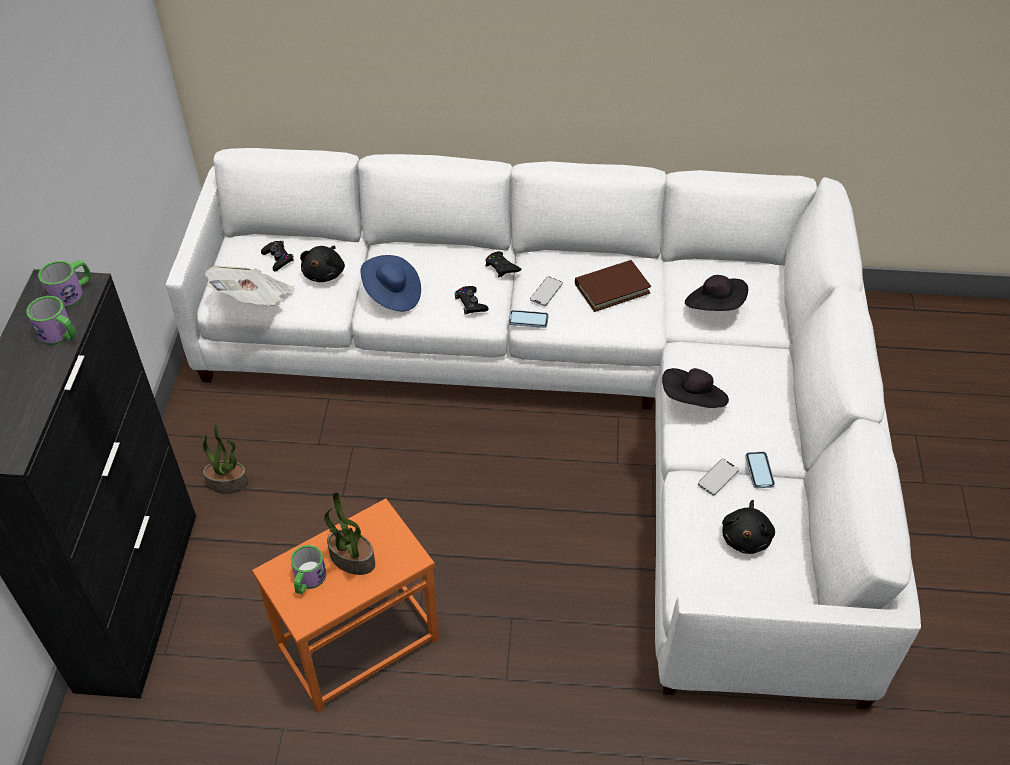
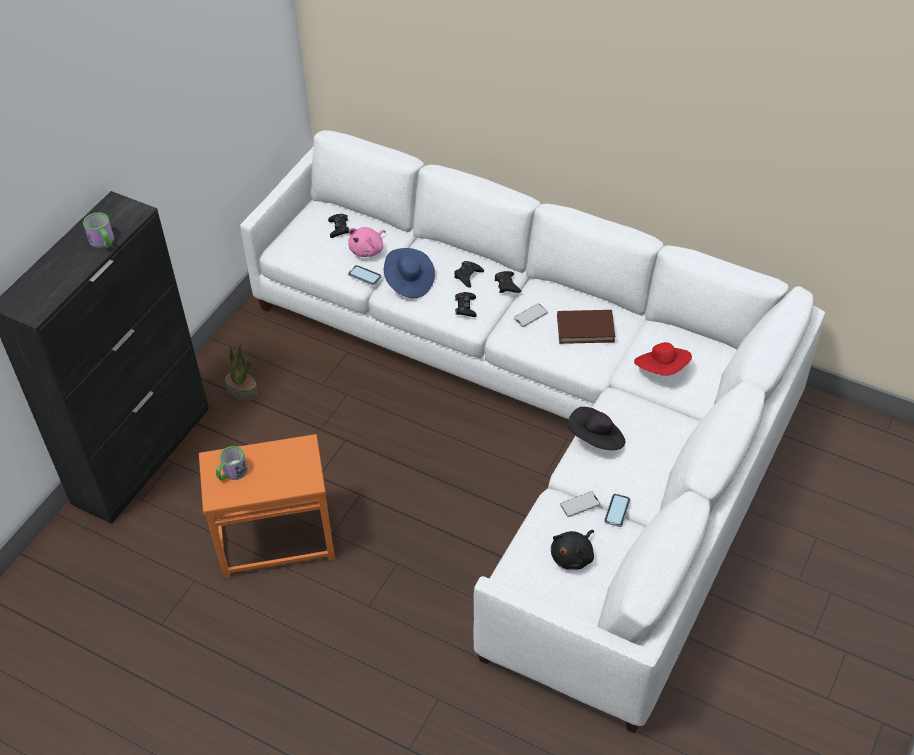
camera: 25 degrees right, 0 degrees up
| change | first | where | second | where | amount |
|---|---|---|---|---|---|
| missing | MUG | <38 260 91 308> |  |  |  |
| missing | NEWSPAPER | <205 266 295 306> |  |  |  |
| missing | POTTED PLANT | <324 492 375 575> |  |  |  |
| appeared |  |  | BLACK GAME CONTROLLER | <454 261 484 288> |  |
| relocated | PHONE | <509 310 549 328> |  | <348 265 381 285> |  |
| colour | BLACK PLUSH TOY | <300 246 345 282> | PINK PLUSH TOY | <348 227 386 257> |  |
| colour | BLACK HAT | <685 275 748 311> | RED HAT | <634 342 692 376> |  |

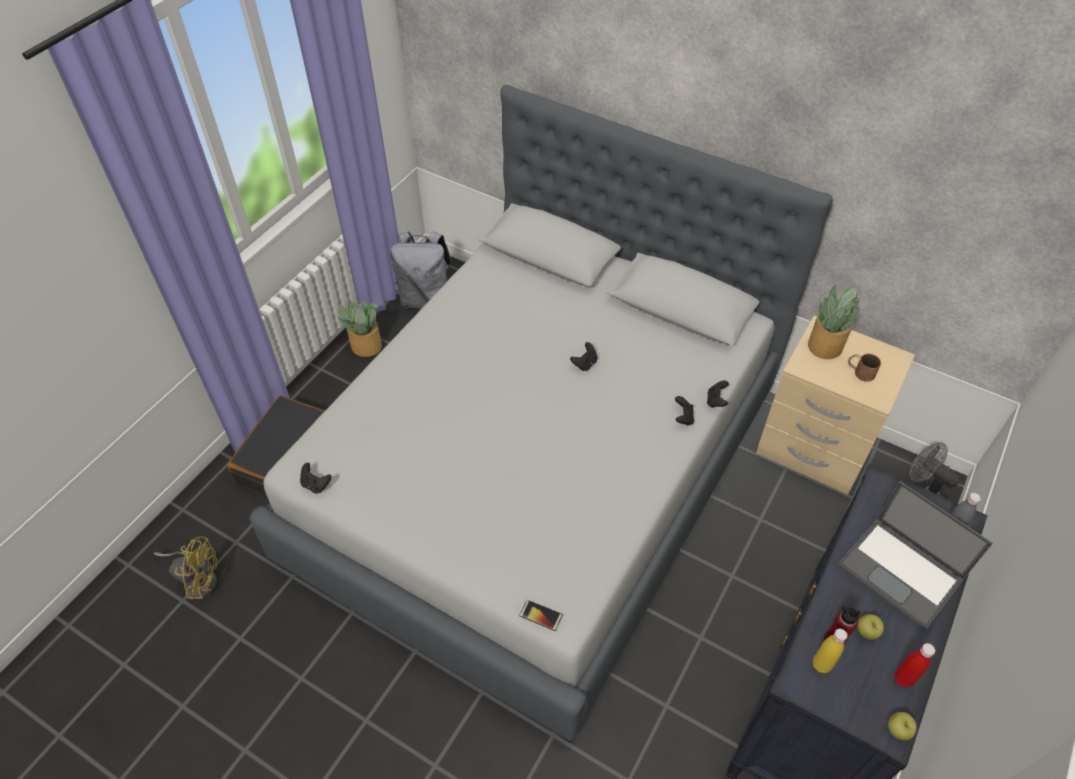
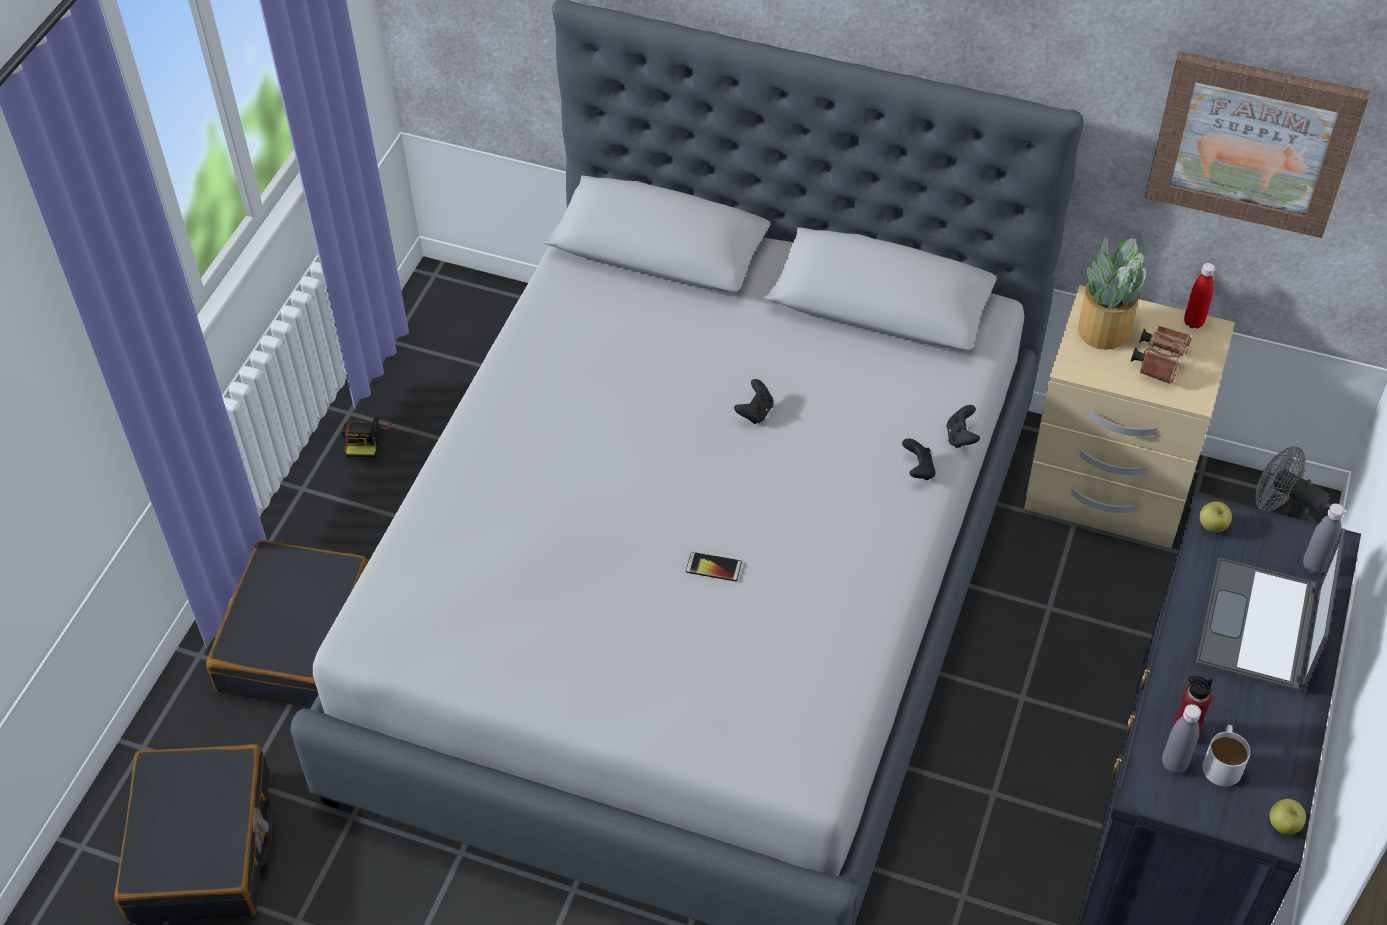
camera: 10 degrees left, 0 degrees up
| change | first | where | second | where | amount |
|---|---|---|---|---|---|
| missing | BLACK GAME CONTROLLER | <300 463 331 494> |  |  |  |
| missing | GREY BACKPACK | <390 231 452 309> |  |  |  |
| appeared |  |  | PICTURE | <1145 51 1370 238> |  |
| appeared |  |  | WHITE MUG | <1202 725 1251 786> |  |
| relocated | PHONE | <519 600 563 631> |  | <686 552 742 581> |  |
| relocated | APPLE | <857 614 884 640> |  | <1200 501 1232 532> |  |
| relocated | RED BOTTLE | <894 643 935 688> |  | <1184 263 1215 329> |  |
| exchanged | YELLOW FAN | <154 536 217 599> | BLACK SUITCASE | <114 744 274 924> |  |
| exchanged | POTTED PLANT | <338 301 382 357> | PHOTO CAMERA | <342 415 392 459> |  |
| exchanged | BROWN MUG | <848 354 881 382> | BROWN BINOCULARS | <1131 326 1192 384> |  |
| colour | YELLOW BOTTLE | <813 629 848 673> | GREY BOTTLE | <1162 704 1201 773> |  |
| spun | LAPTOP | <837 481 993 630> |  | <1195 528 1345 694> | 75 degrees clockwise |

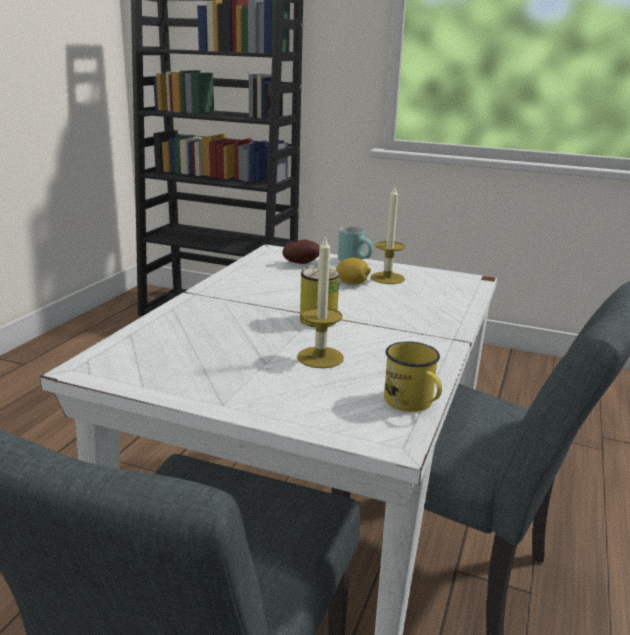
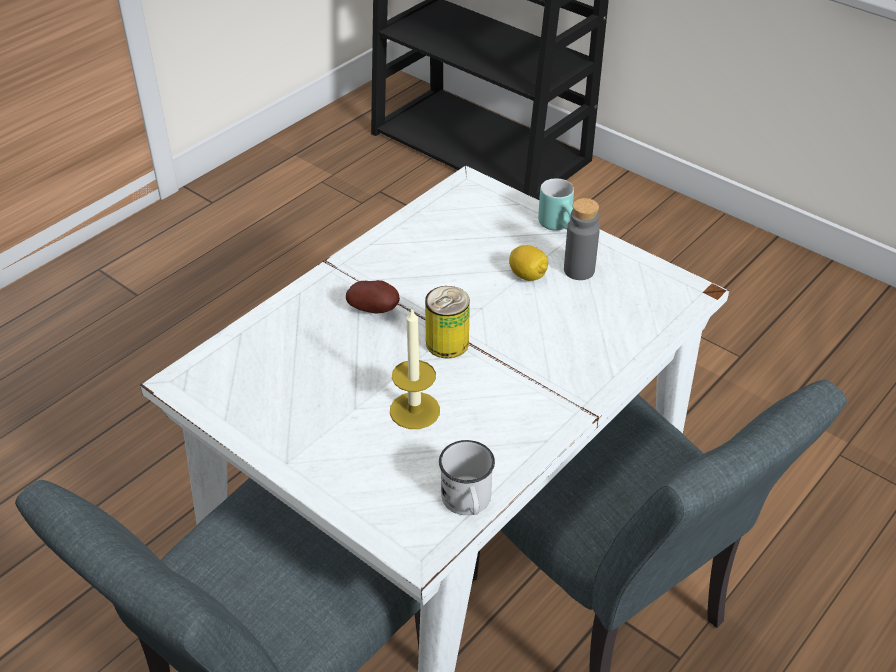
camera: 20 degrees right, 20 degrees up
| change | first | where | second | where | amount |
|---|---|---|---|---|---|
| relocated | POTATO | <283 239 320 264> |  | <346 280 400 313> |  |
| exchanged | CANDLE | <370 187 405 284> | GREY BOTTLE | <564 198 600 280> |  |
| colour | YELLOW MUG | <384 341 442 412> | WHITE MUG | <439 440 495 515> |  |

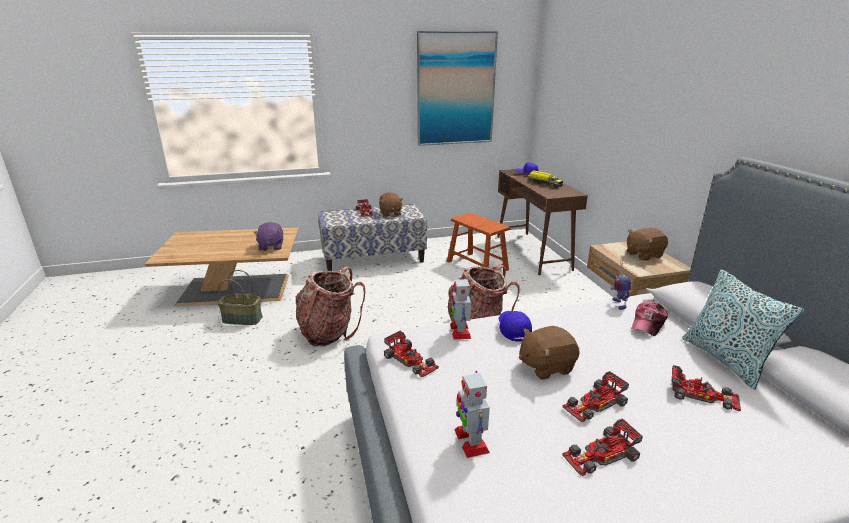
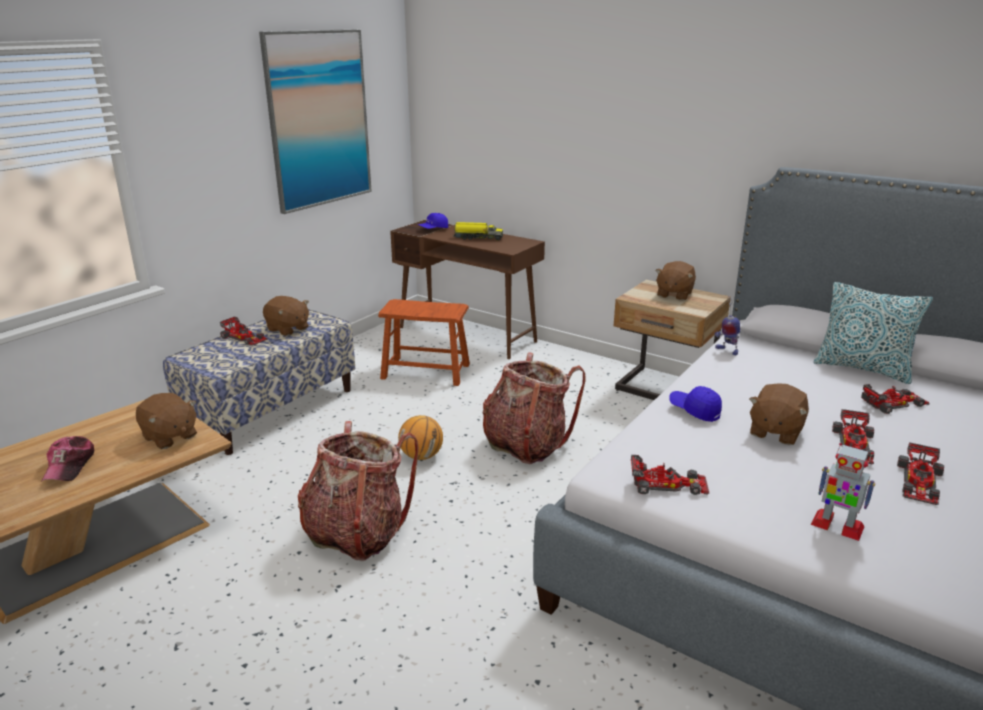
camera: 40 degrees left, 0 degrees up
| change | first | where | second | where | amount |
|---|---|---|---|---|---|
| missing | BASKET | <217 270 263 325> |  |  |  |
| missing | TOY ROBOT | <450 277 471 340> |  |  |  |
| appeared |  |  | BASKETBALL | <398 415 443 460> |  |
| relocated | CAP | <631 301 668 336> |  | <41 436 94 482> |  |
| colour | PURPLE PLUSH TOY | <254 222 283 251> | BROWN PLUSH TOY | <136 393 197 449> |  |

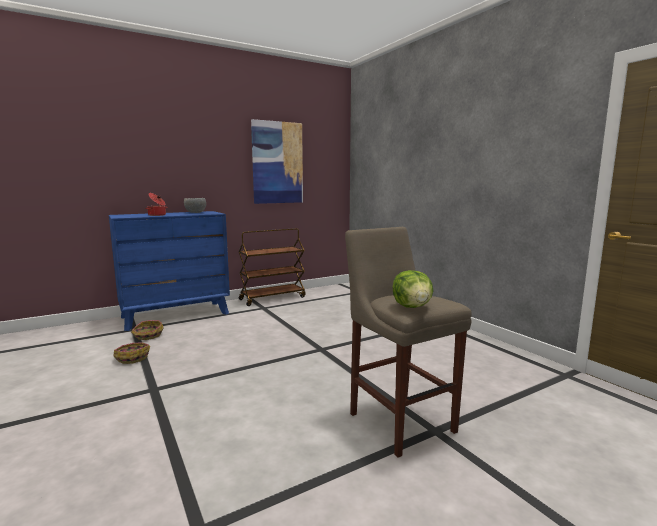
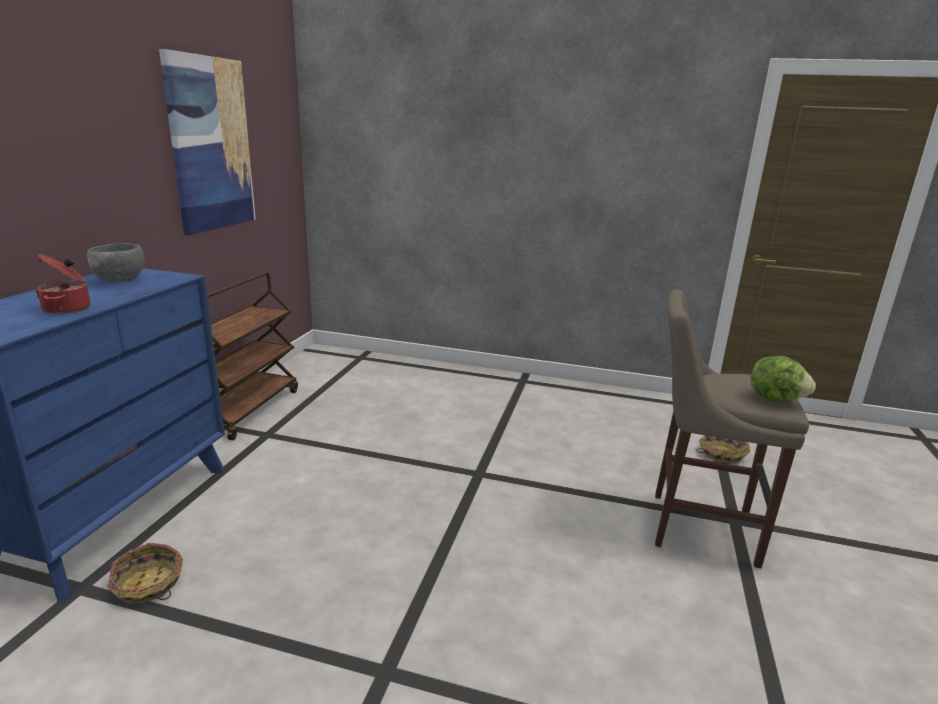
camera: 45 degrees left, 10 degrees up
| change | first | where | second | where | amount |
|---|---|---|---|---|---|
| relocated | BASKET | <114 342 150 364> |  | <696 435 750 464> |  |

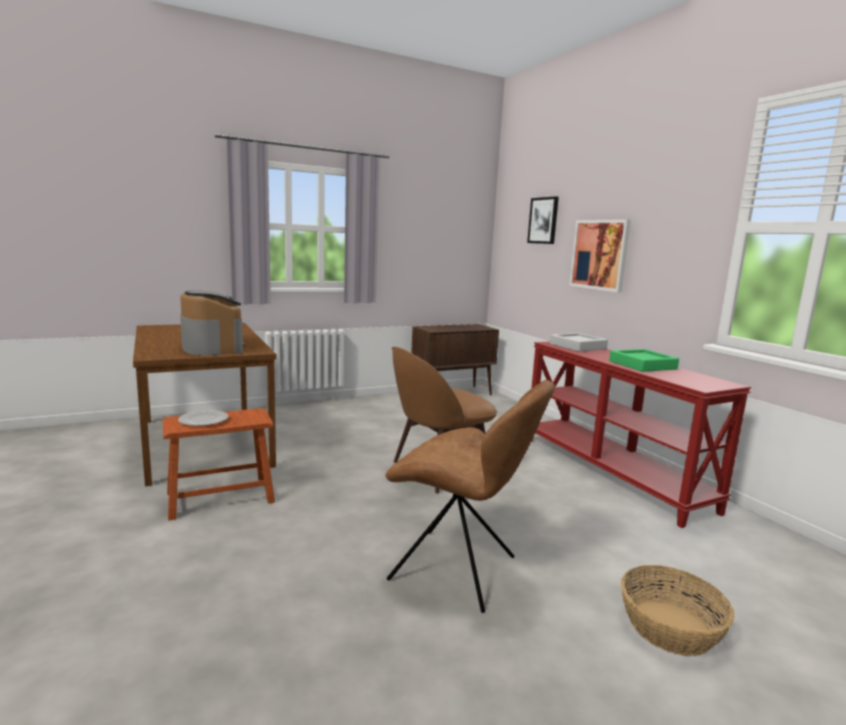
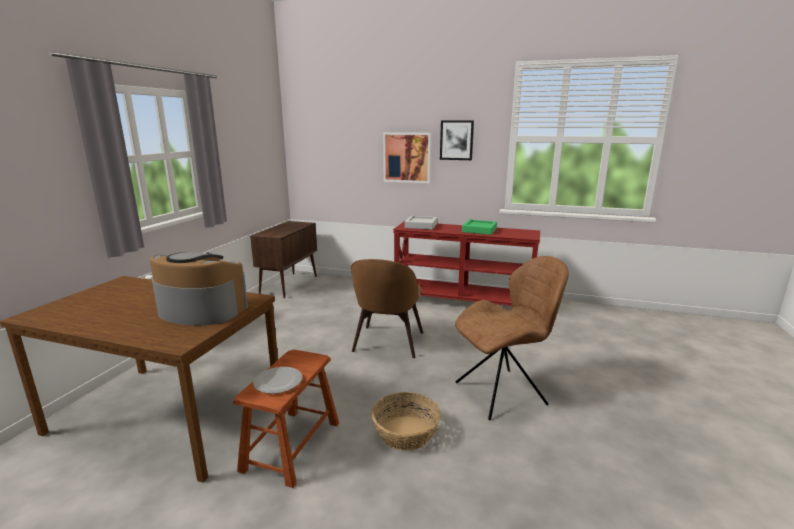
camera: 45 degrees left, 5 degrees up
| change | first | where | second | where | amount |
|---|---|---|---|---|---|
| relocated | PICTURE | <527 196 559 244> |  | <440 120 474 160> |  |
| relocated | BASKET | <621 565 735 656> |  | <372 392 441 451> |  |

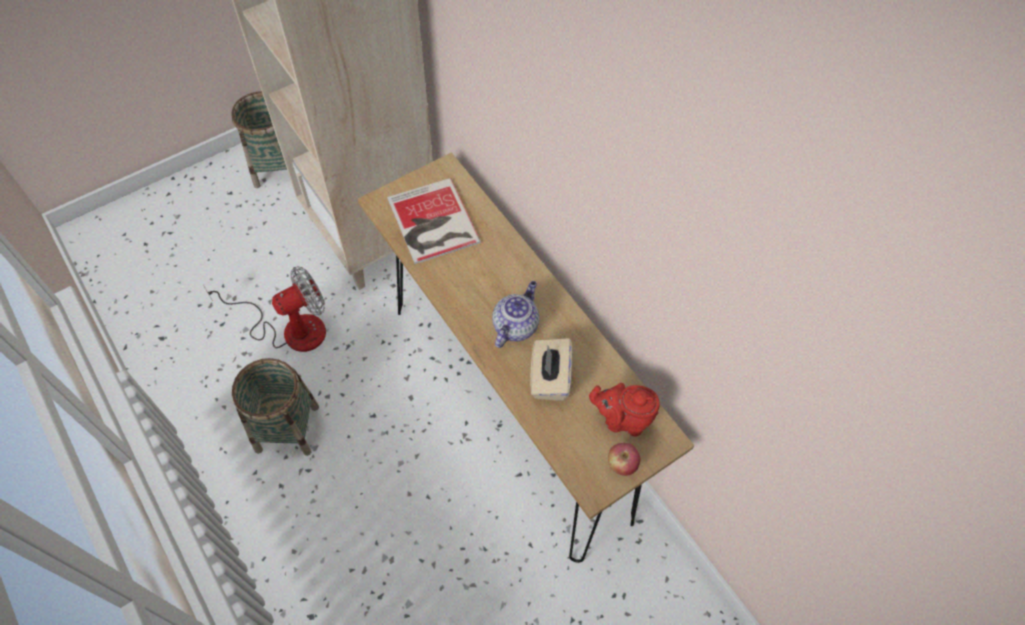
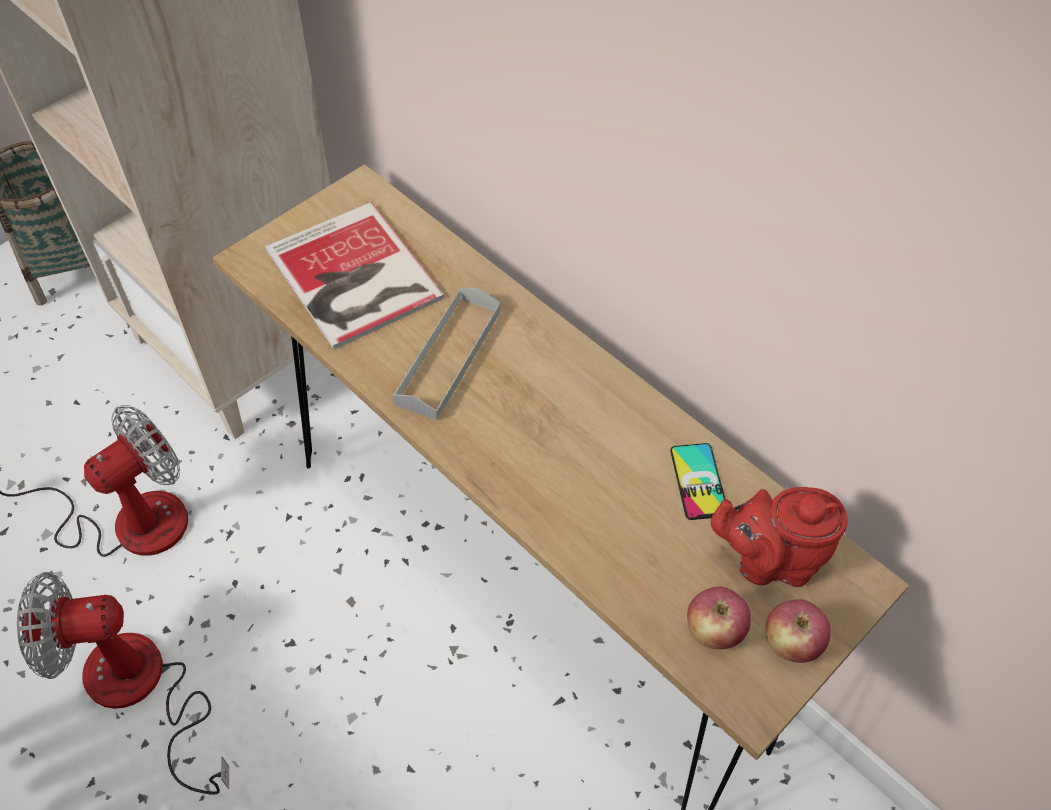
camera: 10 degrees left, 5 degrees down
| change | first | where | second | where | amount |
|---|---|---|---|---|---|
| missing | TEAPOT | <492 281 539 348> |  |  |  |
| missing | BEIGE TISSUE BOX | <530 338 572 401> |  |  |  |
| appeared |  |  | GREY TRAY | <392 288 500 421> |  |
| appeared |  |  | PHONE | <670 443 726 520> |  |
| appeared |  |  | APPLE | <687 586 751 649> |  |
| exchanged | BASKET | <232 358 319 456> | FAN | <17 572 229 795> |  |

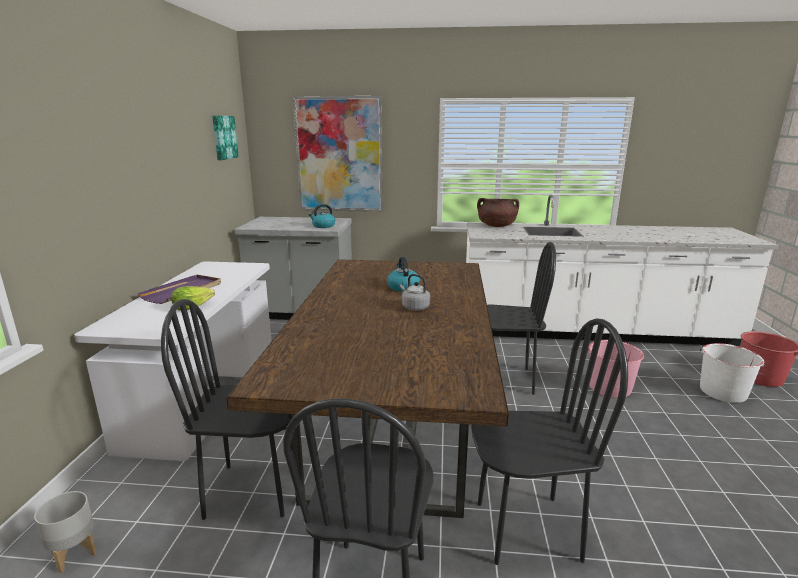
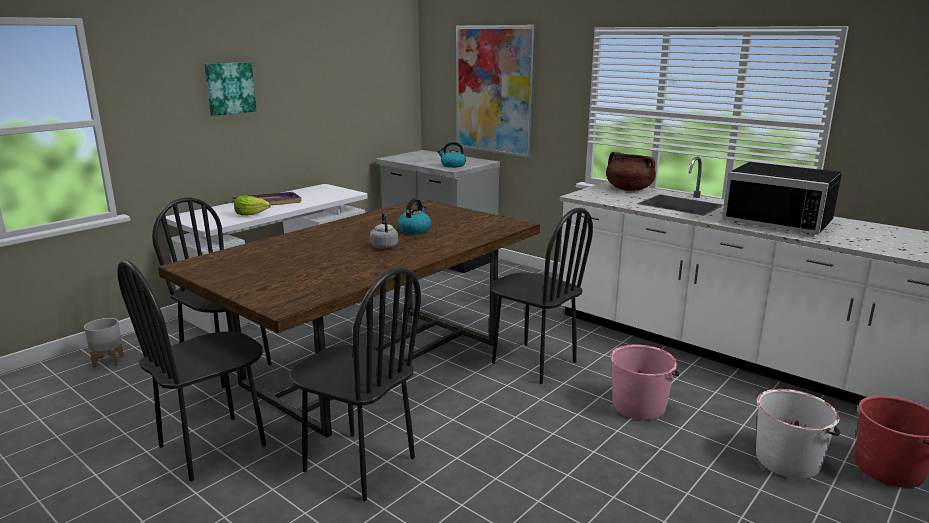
camera: 35 degrees right, 0 degrees up
| change | first | where | second | where | amount |
|---|---|---|---|---|---|
| appeared |  |  | BLACK MICROWAVE | <722 162 842 235> |  |
| relocated | PICTURE | <212 116 239 160> |  | <204 62 256 116> |  |

